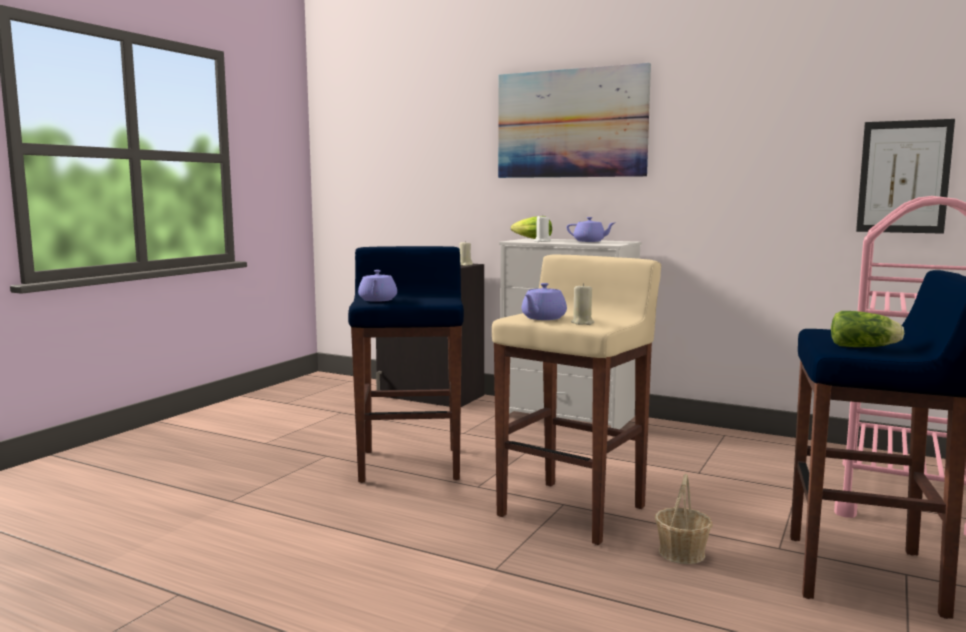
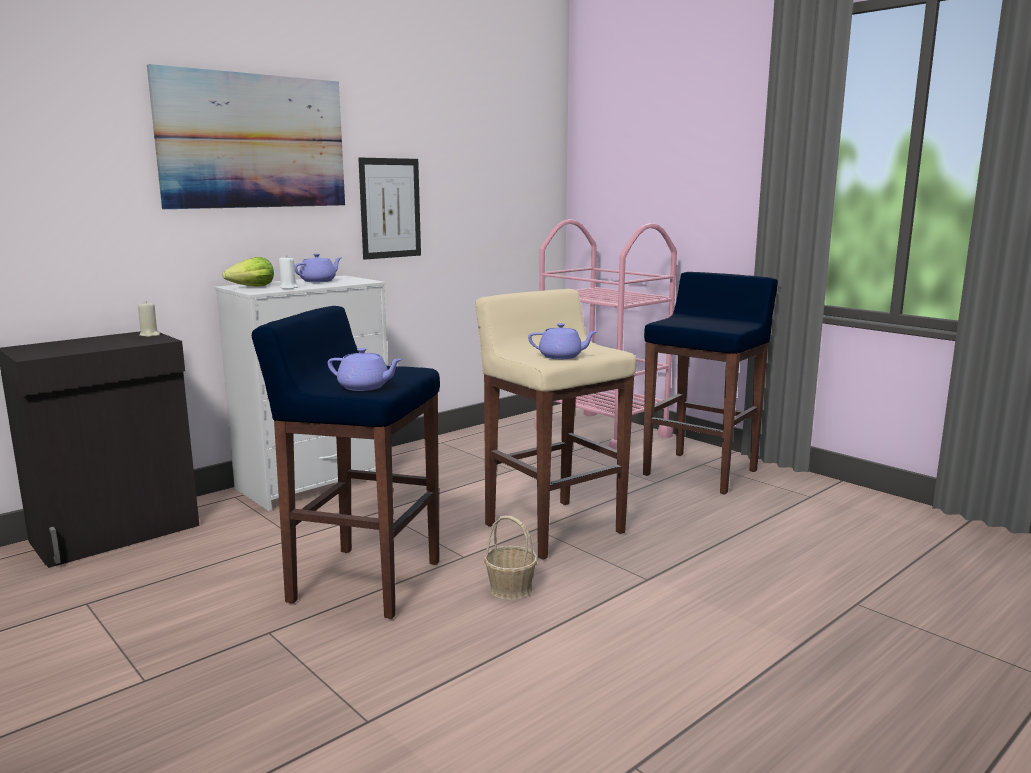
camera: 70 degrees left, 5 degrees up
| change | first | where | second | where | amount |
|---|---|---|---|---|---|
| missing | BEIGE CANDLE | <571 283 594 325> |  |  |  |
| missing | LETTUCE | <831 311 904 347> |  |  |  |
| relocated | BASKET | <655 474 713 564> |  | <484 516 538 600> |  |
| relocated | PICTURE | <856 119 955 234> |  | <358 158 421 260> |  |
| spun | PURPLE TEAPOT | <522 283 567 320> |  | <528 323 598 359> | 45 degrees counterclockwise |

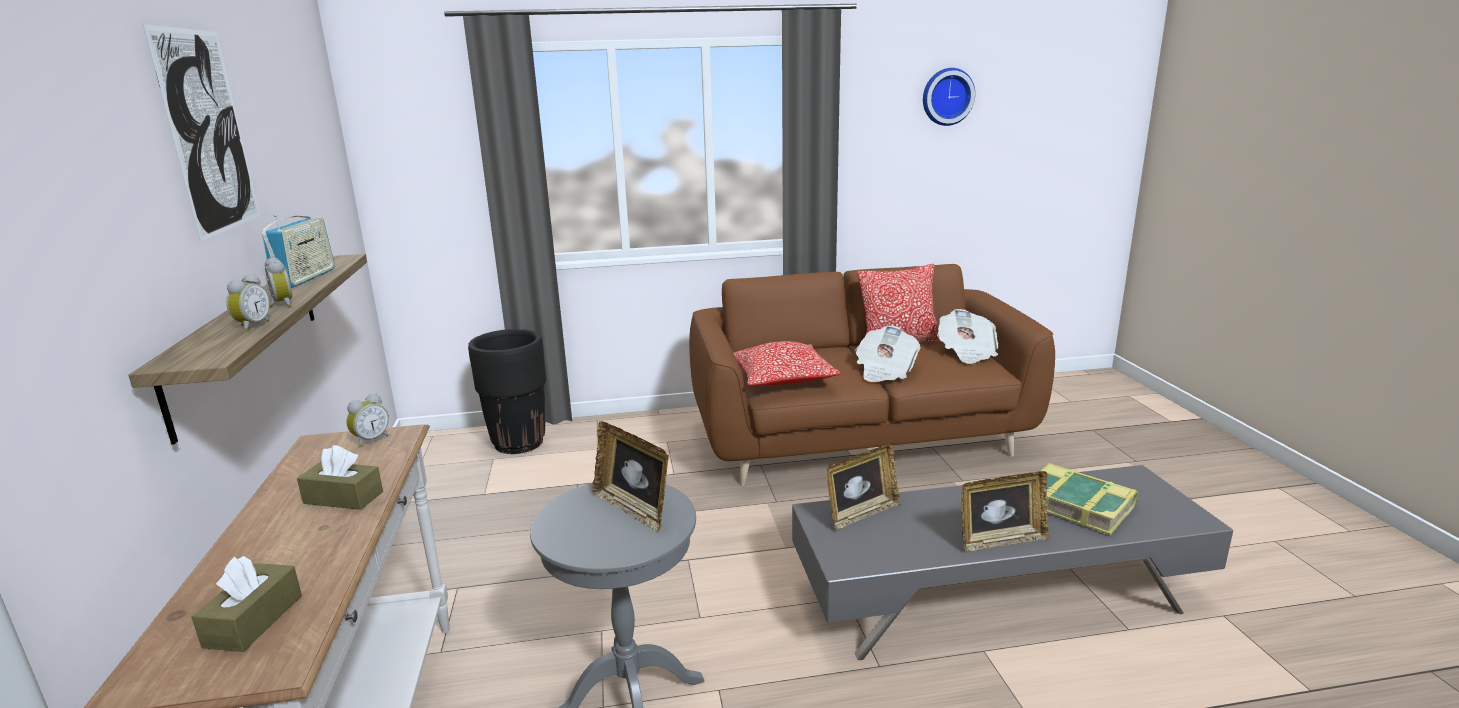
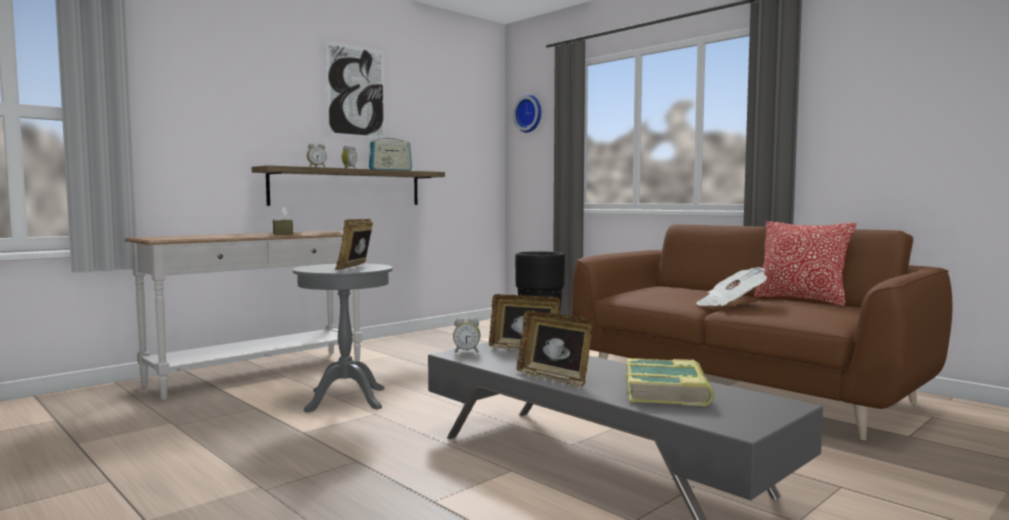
camera: 55 degrees right, 15 degrees down
| change | first | where | second | where | amount |
|---|---|---|---|---|---|
| missing | BROWN TISSUE BOX | <191 556 302 652> |  |  |  |
| missing | PILLOW | <733 341 841 386> |  |  |  |
| missing | NEWSPAPER | <937 309 998 364> |  |  |  |
| relocated | ALARM CLOCK | <346 393 389 447> |  | <453 318 481 353> |  |
| relocated | WALL CLOCK | <923 68 975 126> |  | <513 94 541 133> |  |

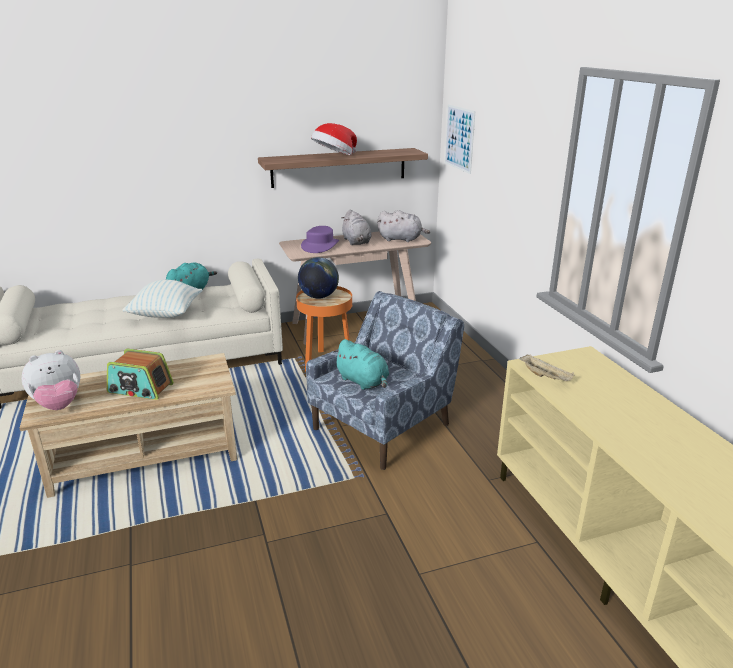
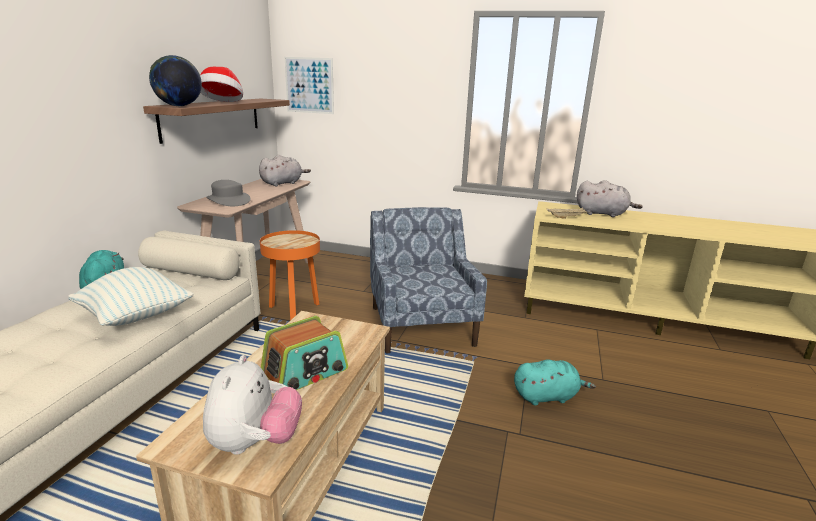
camera: 55 degrees left, 5 degrees down
| change | first | where | second | where | amount |
|---|---|---|---|---|---|
| relocated | GLOBE | <298 257 339 299> |  | <149 55 202 106> |  |
| relocated | TURQUOISE PLUSH TOY | <333 339 389 390> |  | <514 360 596 406> |  |
| relocated | GREY PLUSH TOY | <342 209 371 245> |  | <577 180 643 217> |  |
| colour | PURPLE HAT | <301 226 339 253> | GREY HAT | <206 180 251 206> |  |

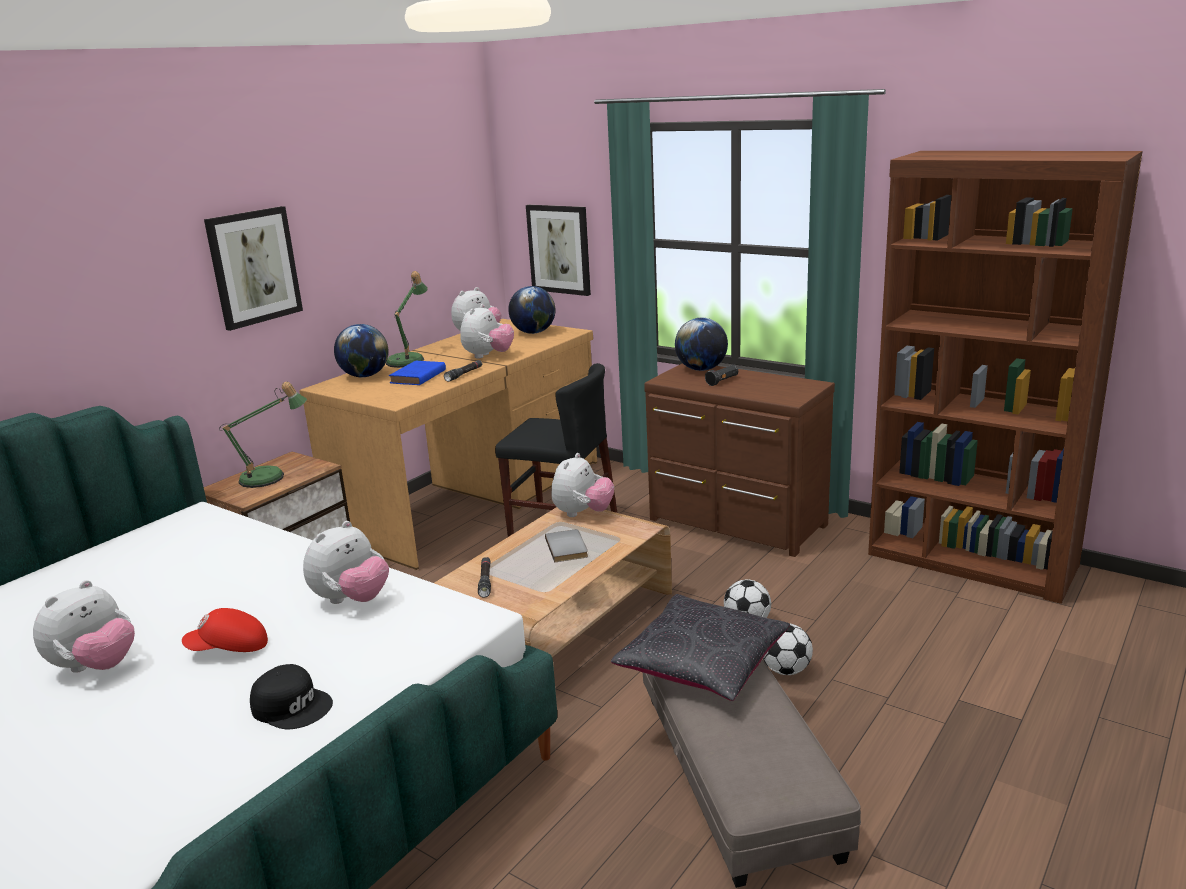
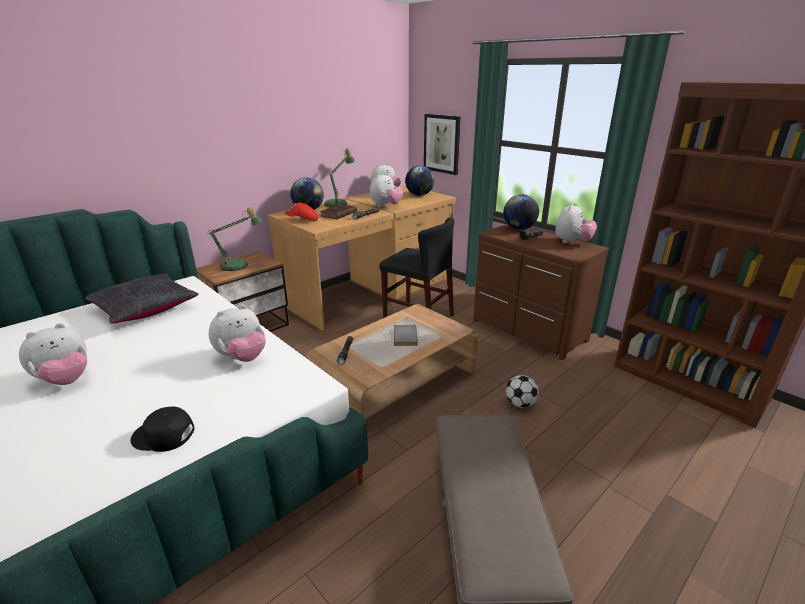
camera: 10 degrees right, 5 degrees up
| change | first | where | second | where | amount |
|---|---|---|---|---|---|
| missing | PICTURE | <204 206 303 331> |  |  |  |
| missing | FOOTBALL | <763 623 813 675> |  |  |  |
| relocated | RED CAP | <182 608 268 652> |  | <285 203 318 221> |  |
| relocated | PLUSH TOY | <551 453 614 517> |  | <555 203 597 244> |  |
| relocated | BLACK PILLOW | <611 594 790 701> |  | <85 274 199 324> |  |
| colour | BLUE BOOK | <389 361 446 385> | BROWN BOOK | <320 204 357 219> |  |
| spun | BLACK CAP | <250 664 333 729> |  | <130 407 195 452> | 150 degrees clockwise |

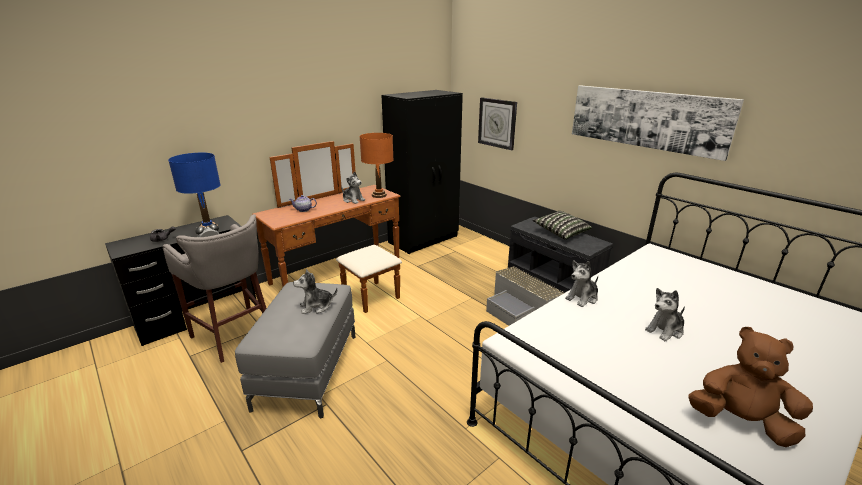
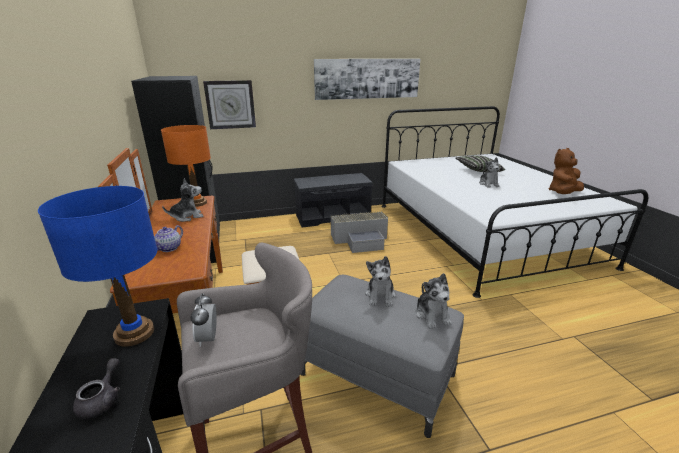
camera: 65 degrees left, 0 degrees up
| change | first | where | second | where | amount |
|---|---|---|---|---|---|
| relocated | PILLOW | <533 211 592 240> |  | <456 155 505 172> |  |
| relocated | PLUSH TOY | <565 260 598 307> |  | <415 273 452 329> |  |

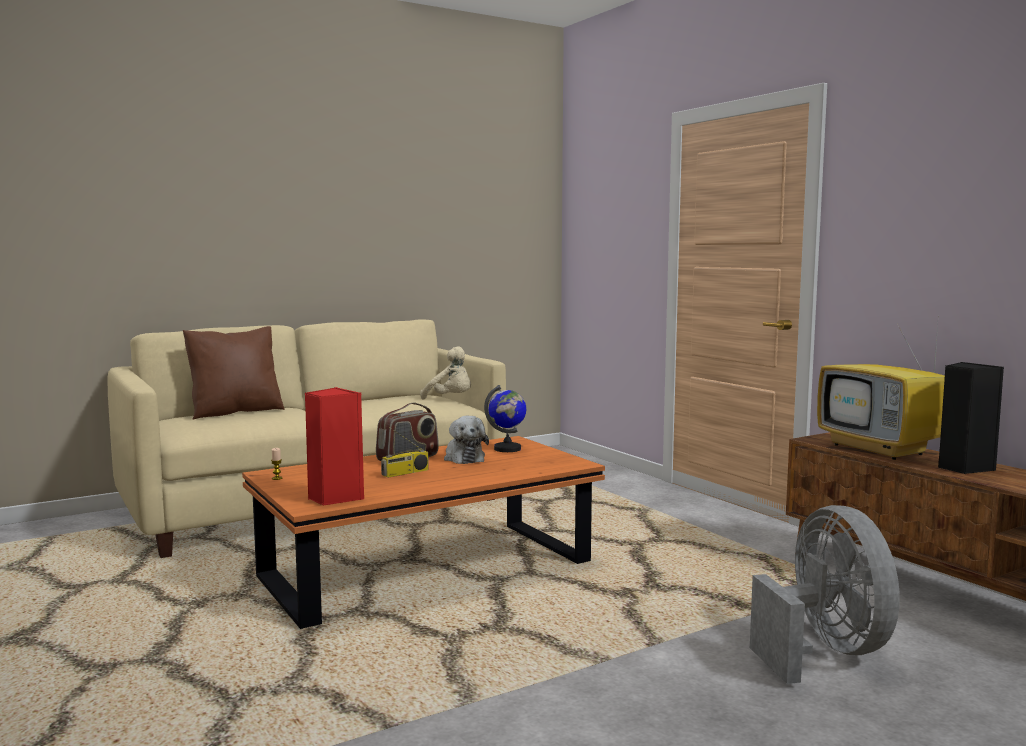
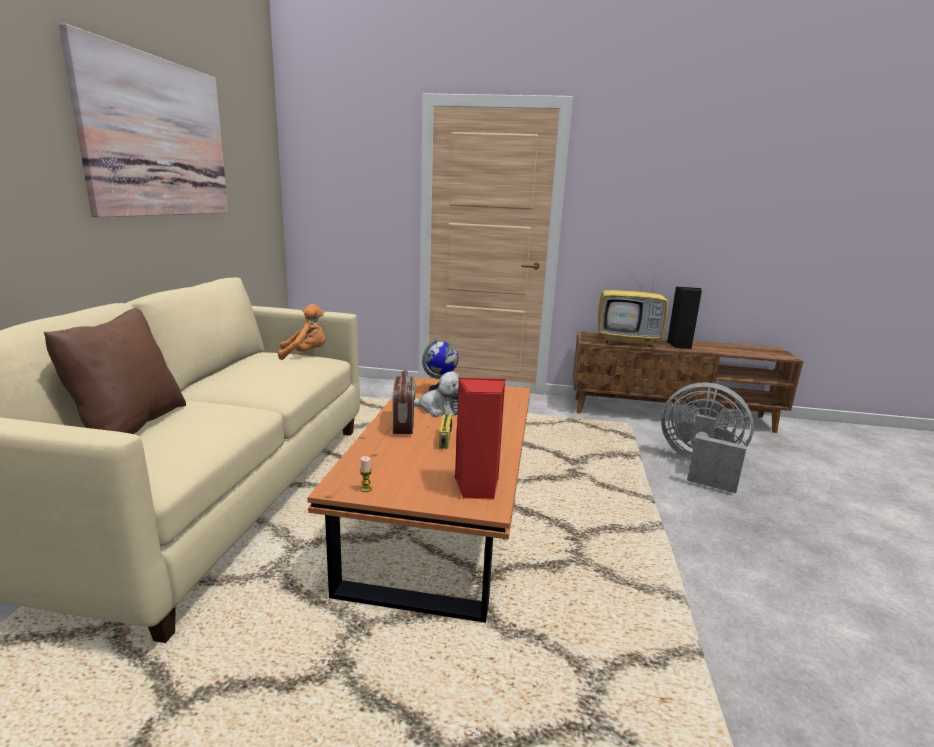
camera: 50 degrees left, 10 degrees up
| change | first | where | second | where | amount |
|---|---|---|---|---|---|
| appeared |  |  | PICTURE | <59 24 228 217> |  |
| colour | BEIGE PLUSH TOY | <420 346 471 400> | ORANGE PLUSH TOY | <278 304 326 360> |  |

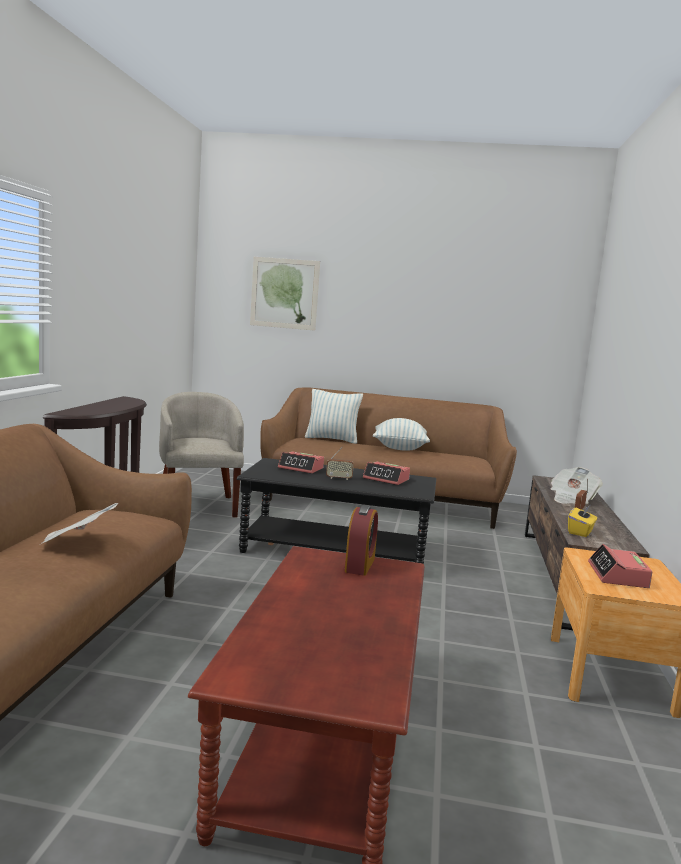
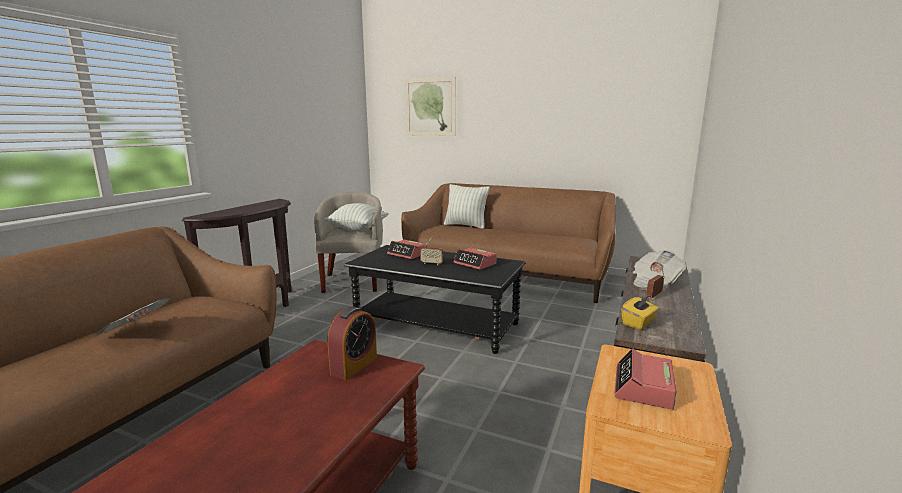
camera: 15 degrees right, 5 degrees up
| change | first | where | second | where | amount |
|---|---|---|---|---|---|
| relocated | PILLOW | <373 418 430 451> |  | <324 203 389 232> |  |

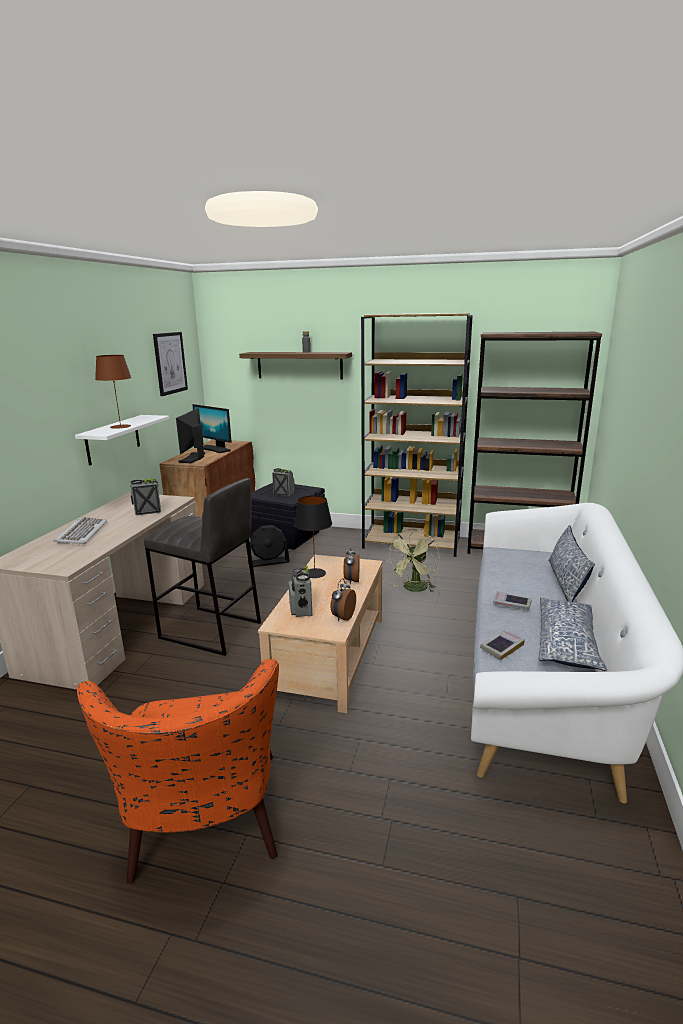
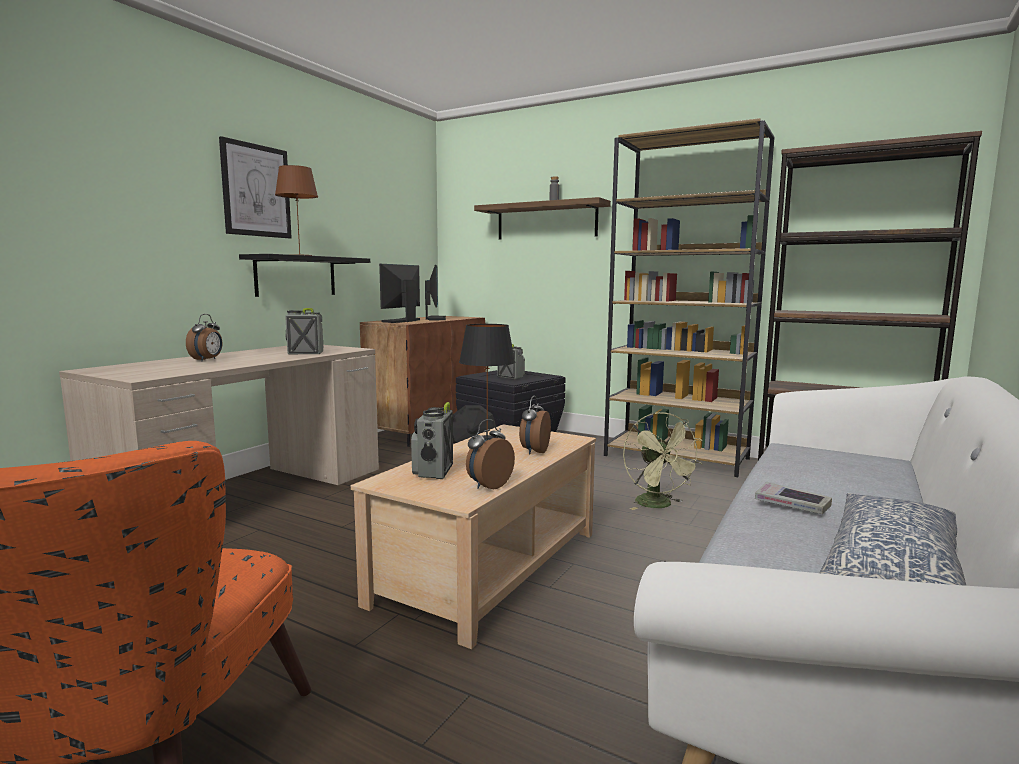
camera: 15 degrees right, 10 degrees down
| change | first | where | second | where | amount |
|---|---|---|---|---|---|
| missing | GREY STOOL | <144 478 261 656> |  |  |  |
| missing | BOOK | <480 630 525 660> |  |  |  |
| missing | PILLOW | <548 525 595 602> |  |  |  |
| relocated | PICTURE | <153 332 188 396> |  | <219 136 292 238> |  |
| exchanged | KEYBOARD | <54 517 107 544> | ALARM CLOCK | <186 314 222 361> |  |
| colour | WHITE SHELF | <75 415 170 466> | BLACK SHELF | <239 254 370 297> |  |
| spun | MONITOR | <192 404 232 453> |  | <425 265 446 320> | 150 degrees counterclockwise |
| spun | GREEN FAN | <388 529 439 592> |  | <623 412 703 510> | 60 degrees counterclockwise |

